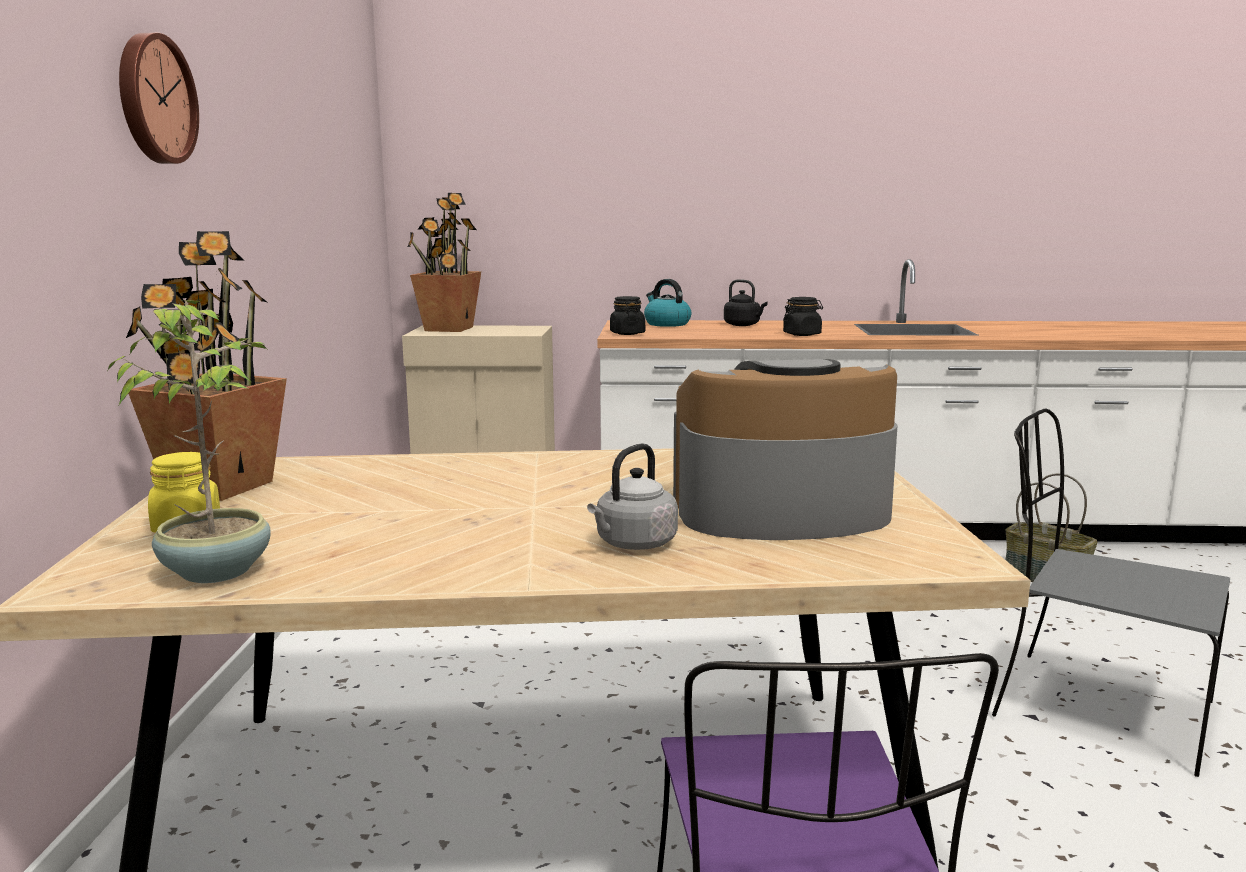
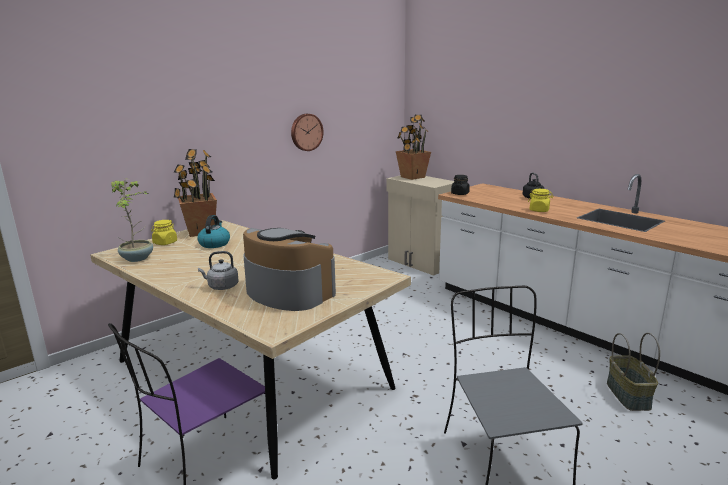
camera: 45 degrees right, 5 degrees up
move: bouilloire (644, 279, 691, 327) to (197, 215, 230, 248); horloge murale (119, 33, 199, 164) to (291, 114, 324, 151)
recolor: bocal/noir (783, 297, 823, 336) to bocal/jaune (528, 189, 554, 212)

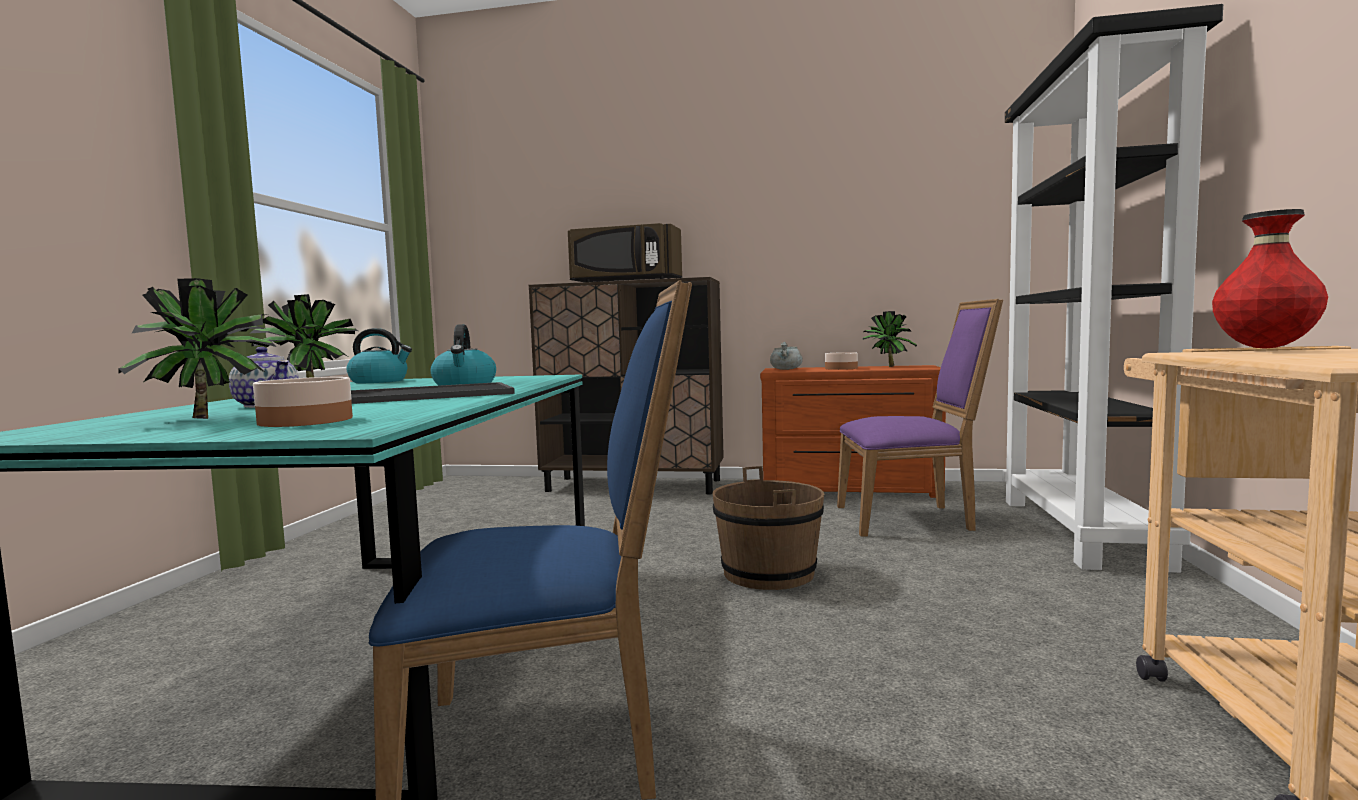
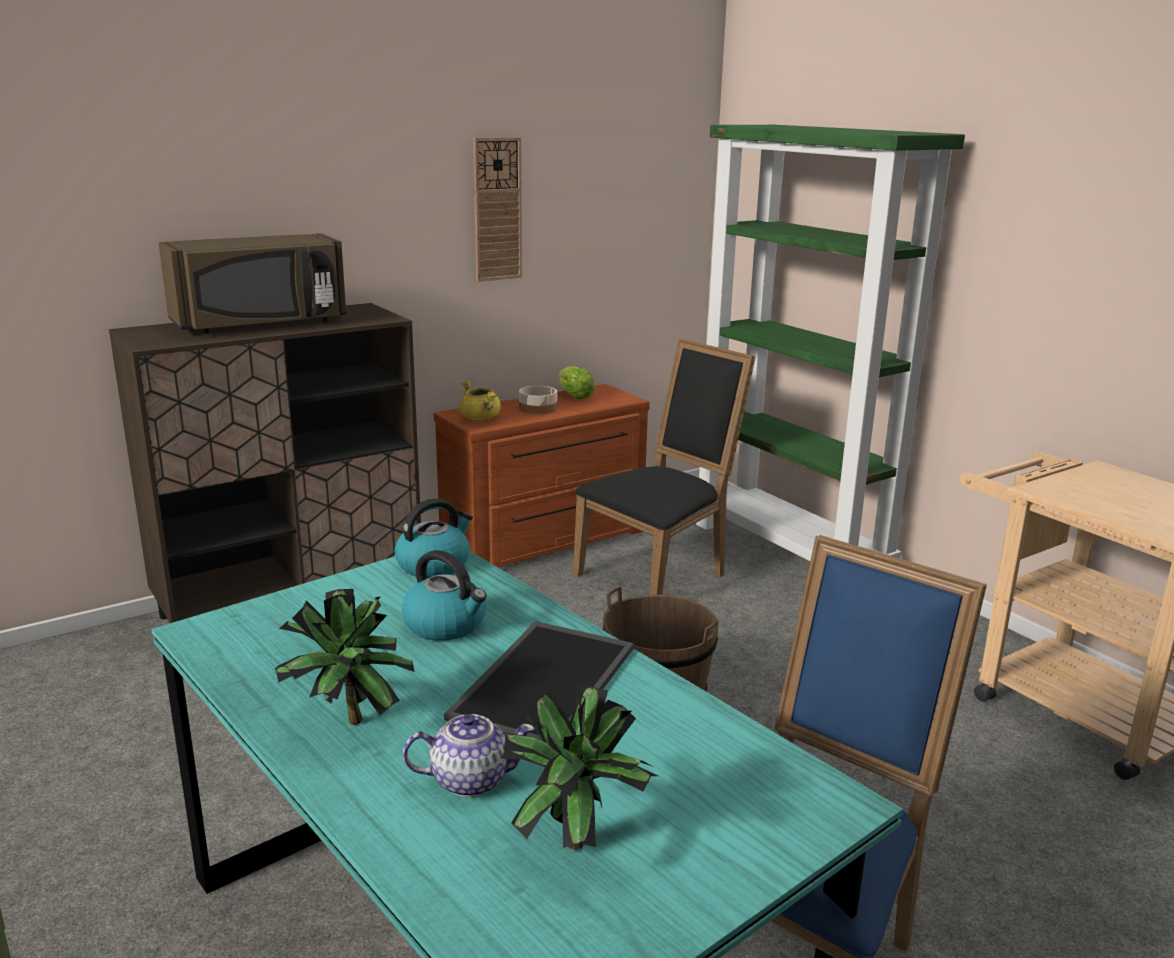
camera: 45 degrees left, 15 degrees up
delete: bol (253, 377, 353, 427); vase/rouge (1212, 209, 1328, 349)
insert: horloge murale (473, 137, 522, 282)
move: bouilloire (347, 328, 412, 383) to (395, 498, 473, 578)
replace: plante en pot (863, 311, 917, 367) to laitue (558, 366, 595, 399)
recolor: marmite/gris (770, 342, 803, 370) to marmite/jaune (460, 381, 501, 420); chaise/violet (837, 299, 1003, 537) to chaise/noir (573, 339, 756, 595); bibliothèque/noir (1002, 4, 1223, 573) to bibliothèque/vert (696, 125, 965, 561)

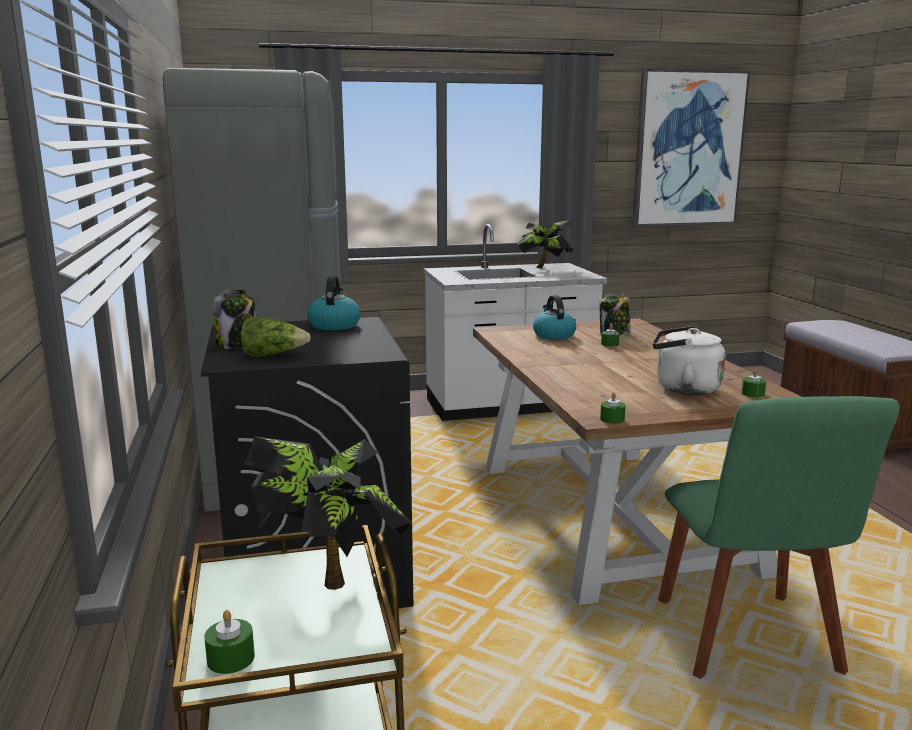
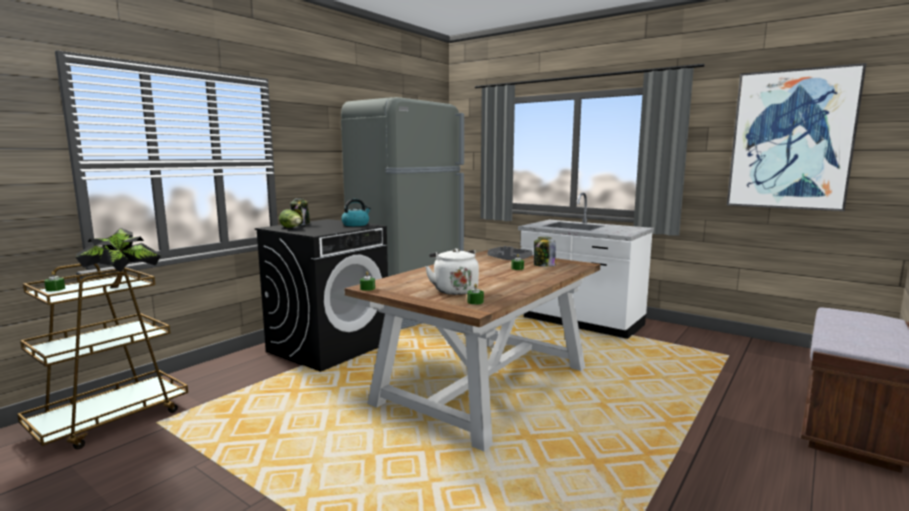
camera: 50 degrees right, 5 degrees down
delete: plante en pot (518, 220, 574, 268); chaise/vert (658, 396, 900, 679)
replace: bouilloire (533, 295, 576, 340) to plateau/gris (488, 246, 533, 260)

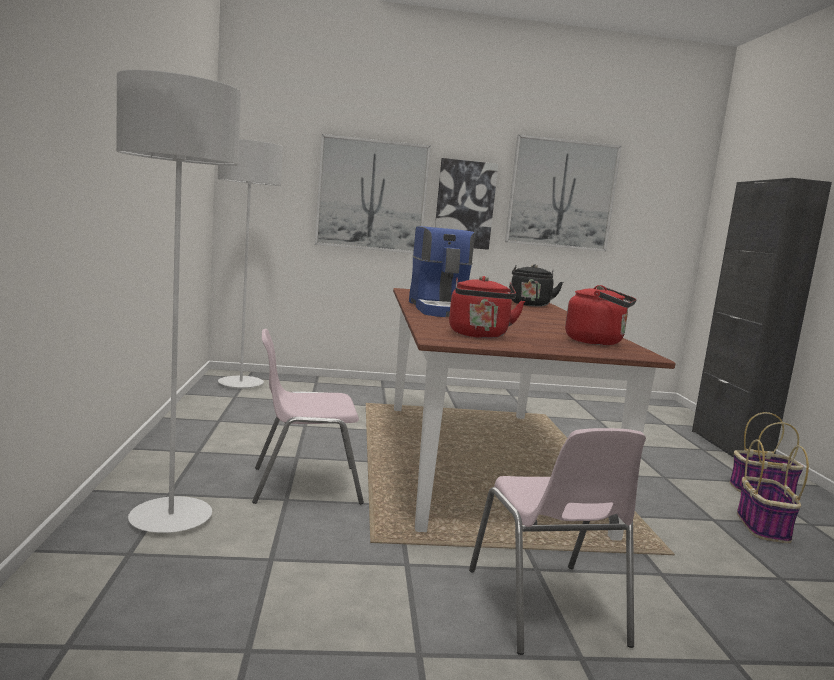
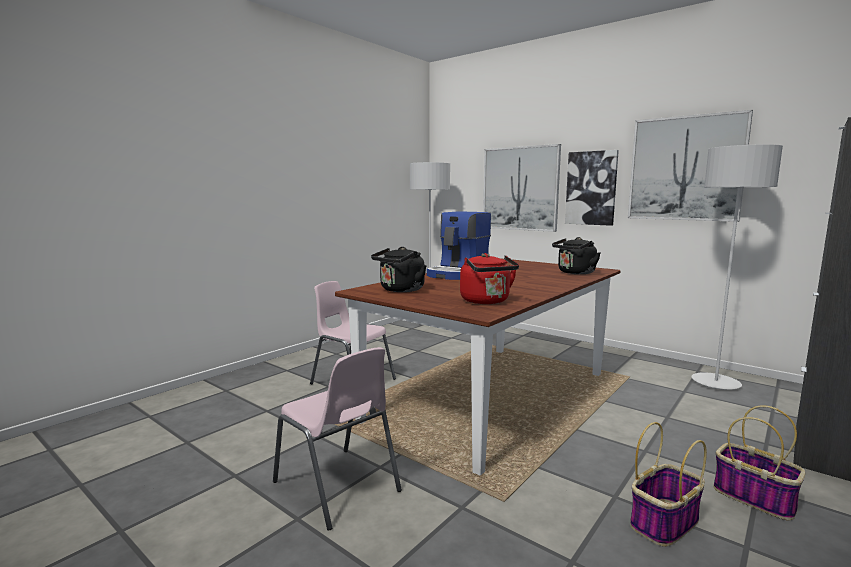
camera: 45 degrees right, 0 degrees up
move: lampadaire/gris (116, 70, 241, 533) to (692, 144, 783, 390)
recolor: bouilloire/rouge (449, 276, 525, 338) to bouilloire/noir (371, 247, 426, 292)
rotate: chaise/rose (469, 428, 646, 655) = (273, 347, 402, 531) 75 degrees counterclockwise

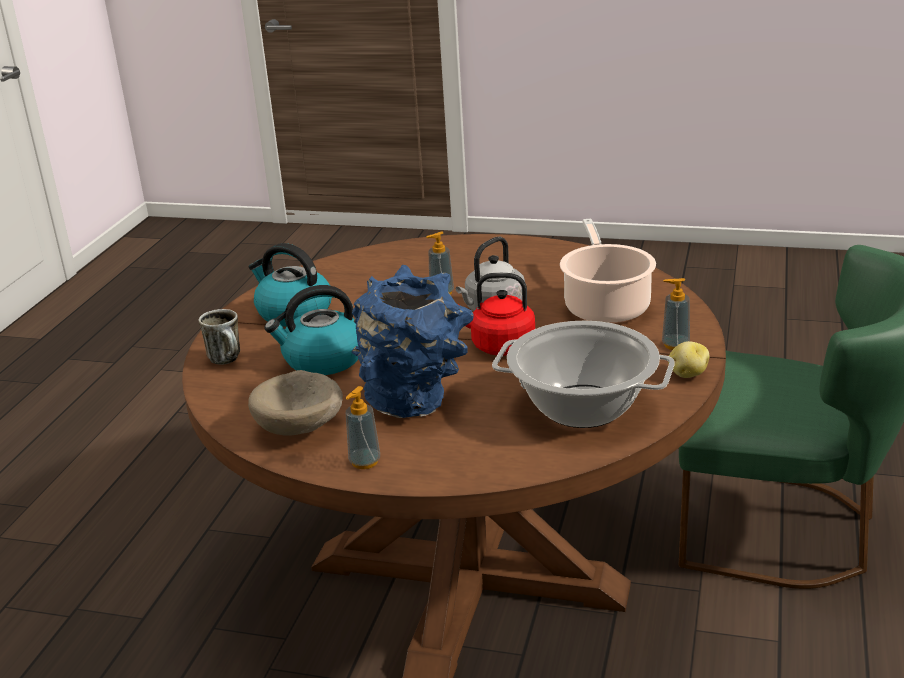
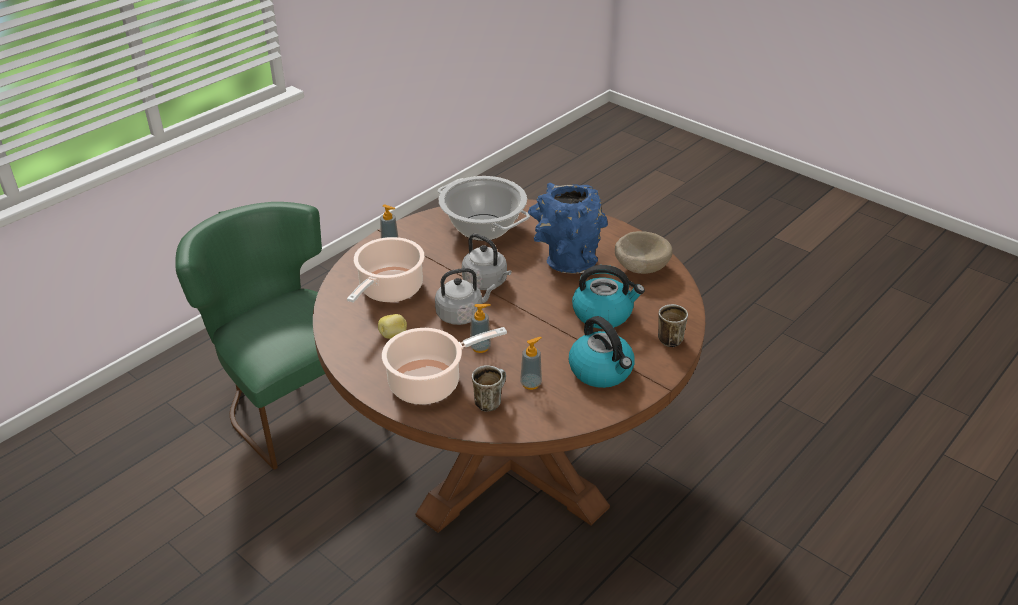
camera: 155 degrees left, 10 degrees up
insert: marmite (382, 327, 507, 405); mug (472, 365, 506, 412)
move: pomme de terre (668, 341, 709, 378) to (378, 314, 407, 339); distributeur de savon (346, 386, 380, 469) to (520, 337, 542, 390)
recolor: bouilloire/rouge (466, 273, 535, 356) to bouilloire/gris (462, 234, 511, 290)

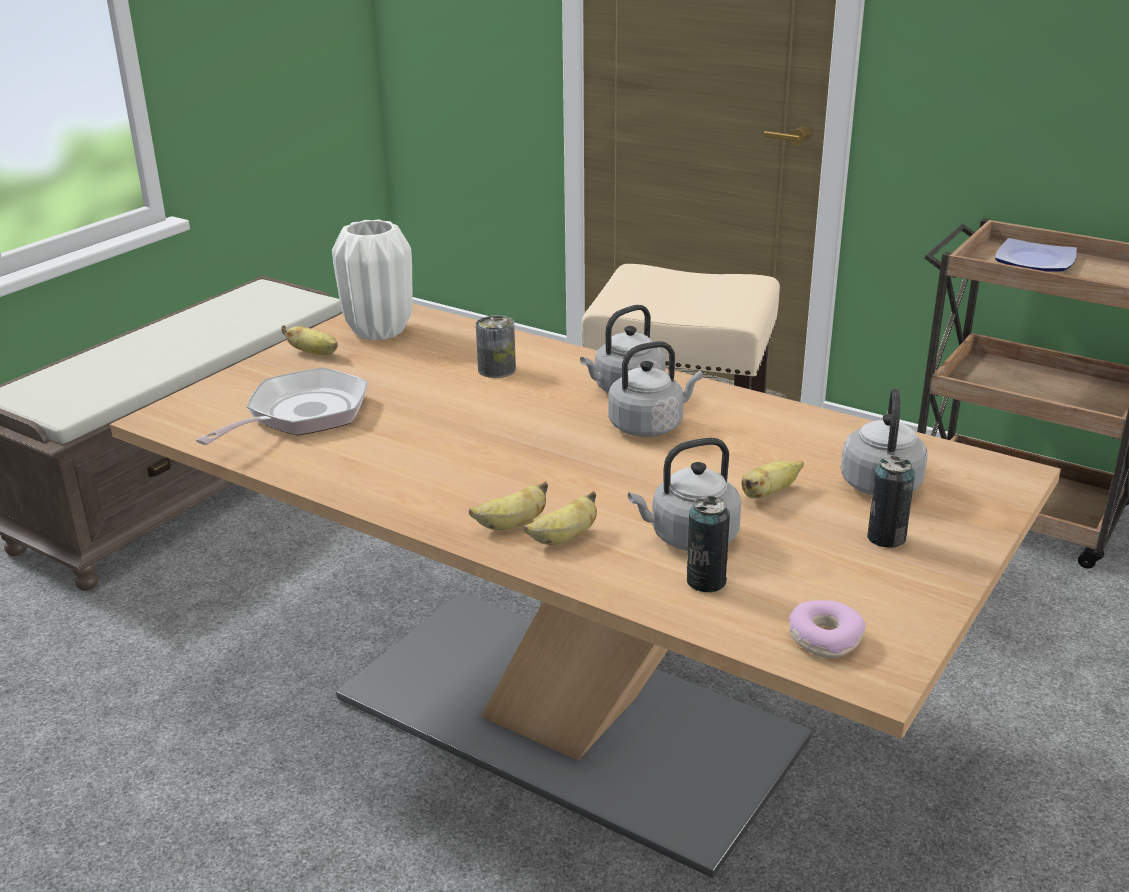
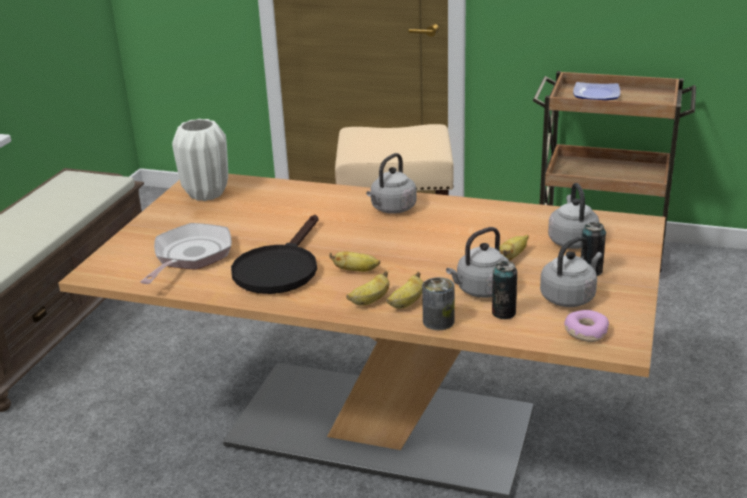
camera: 15 degrees left, 0 degrees up
insert: poêle/noir (231, 215, 318, 294)
move: banane (282, 325, 338, 356) to (329, 251, 380, 272); boîte métallique (476, 316, 516, 378) to (422, 277, 455, 330); bouilloire/gris (609, 341, 703, 437) to (540, 236, 602, 307)

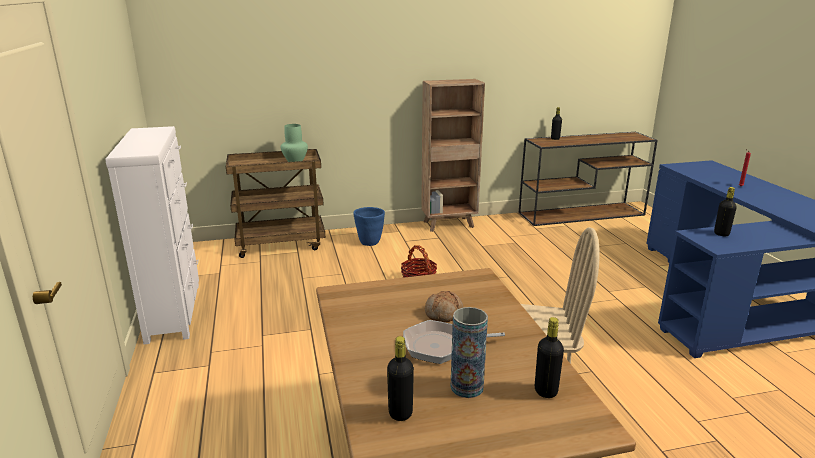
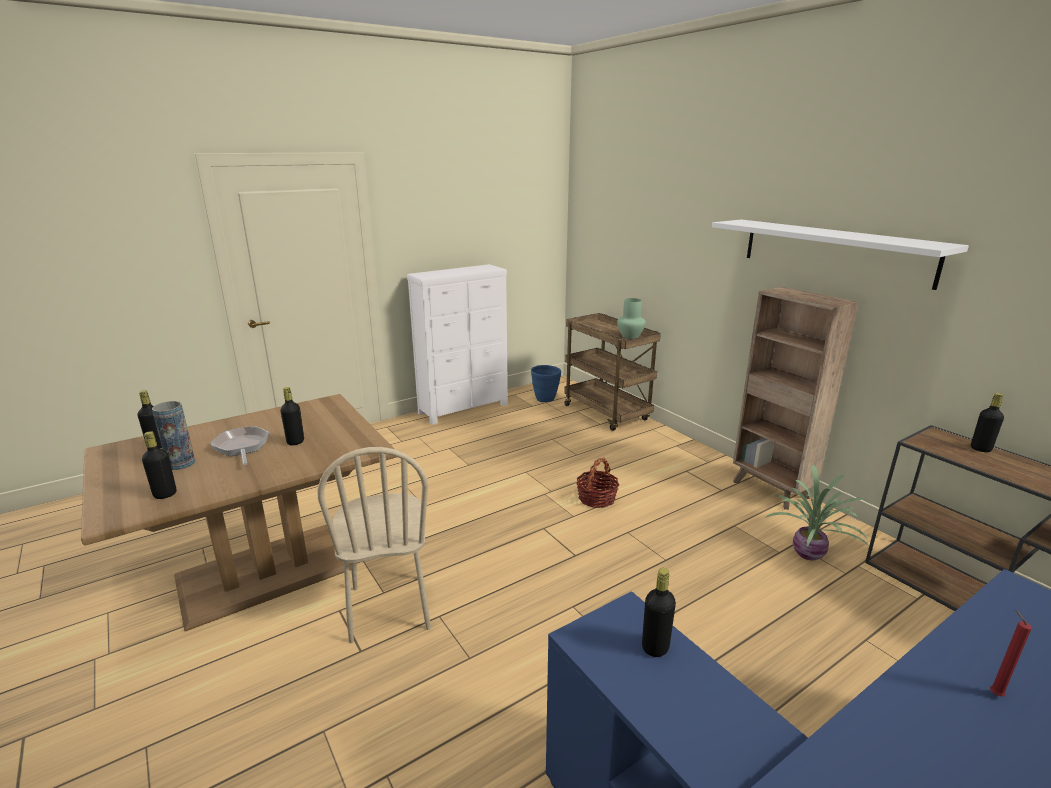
camera: 70 degrees right, 0 degrees up
insert: étagère/blanc (712, 219, 969, 290); plante en pot (765, 465, 869, 561)
move: cache-pot/bleu (354, 207, 385, 246) to (531, 365, 561, 402)
replace: pain (425, 291, 463, 323) to bouteille/noir (280, 387, 304, 445)

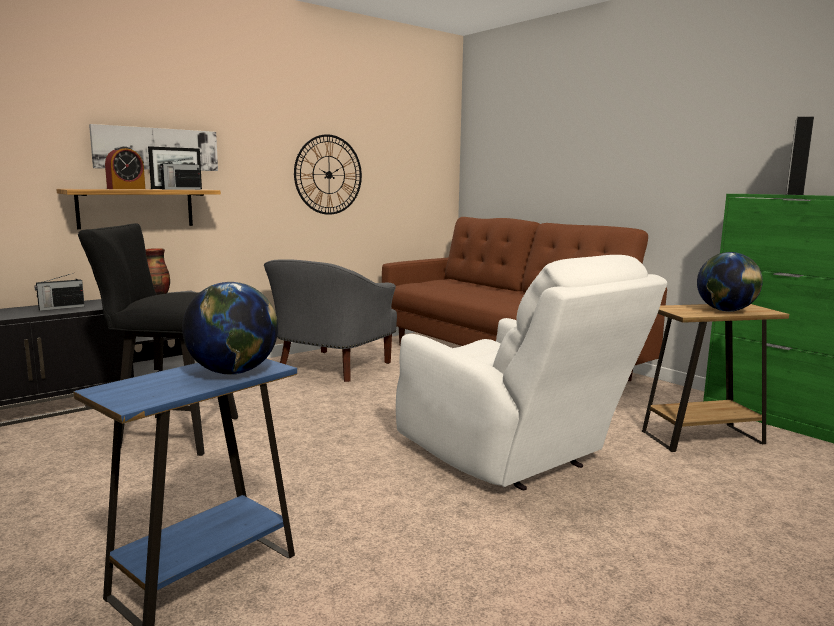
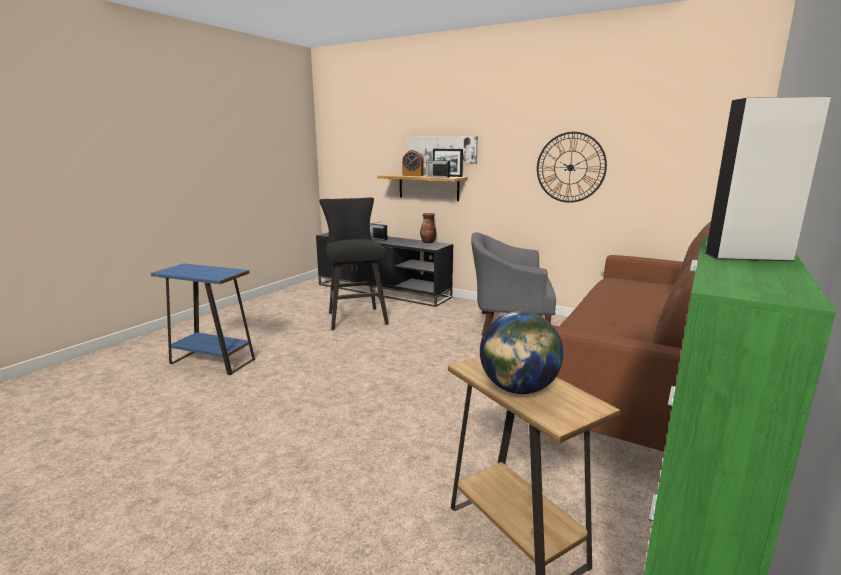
camera: 70 degrees right, 5 degrees up
delete: globe (182, 282, 278, 375); fauteuil/blanc (396, 255, 667, 490)

